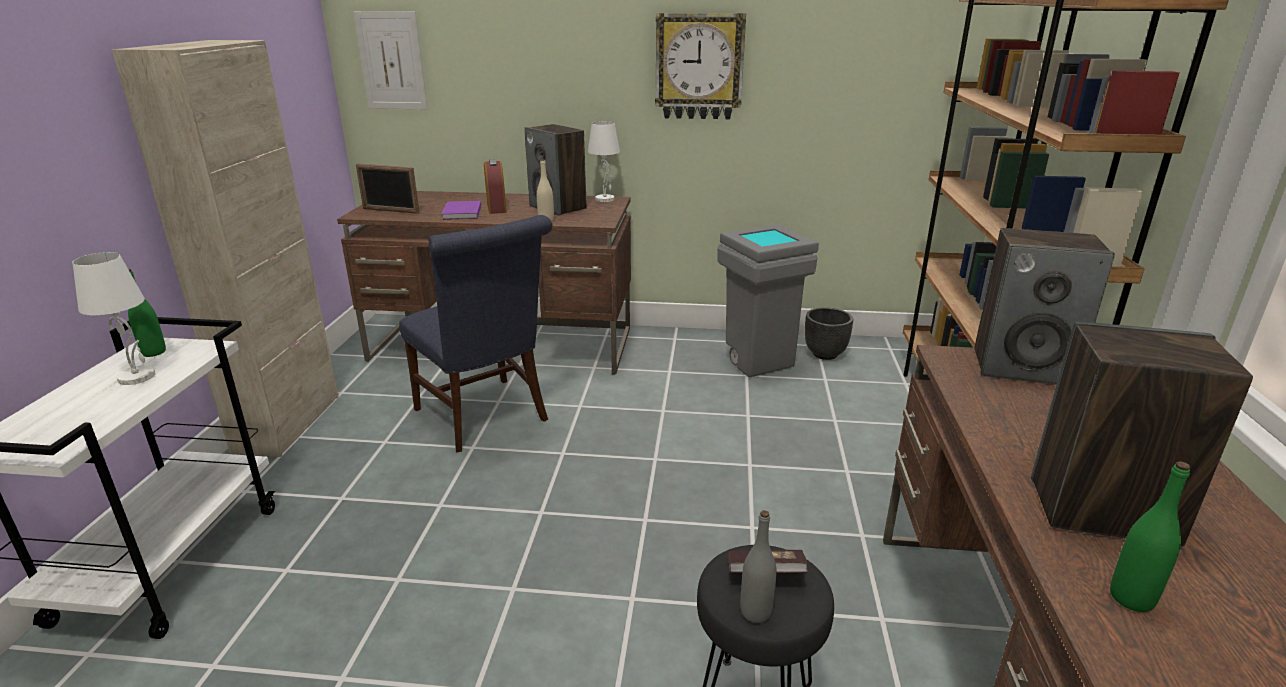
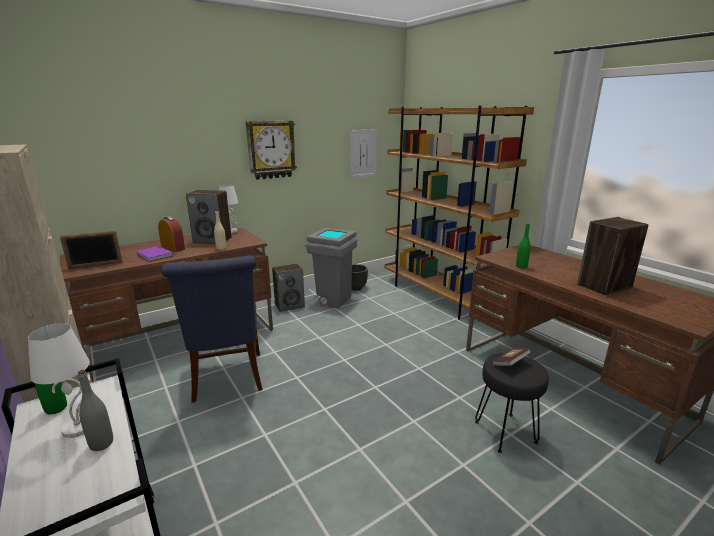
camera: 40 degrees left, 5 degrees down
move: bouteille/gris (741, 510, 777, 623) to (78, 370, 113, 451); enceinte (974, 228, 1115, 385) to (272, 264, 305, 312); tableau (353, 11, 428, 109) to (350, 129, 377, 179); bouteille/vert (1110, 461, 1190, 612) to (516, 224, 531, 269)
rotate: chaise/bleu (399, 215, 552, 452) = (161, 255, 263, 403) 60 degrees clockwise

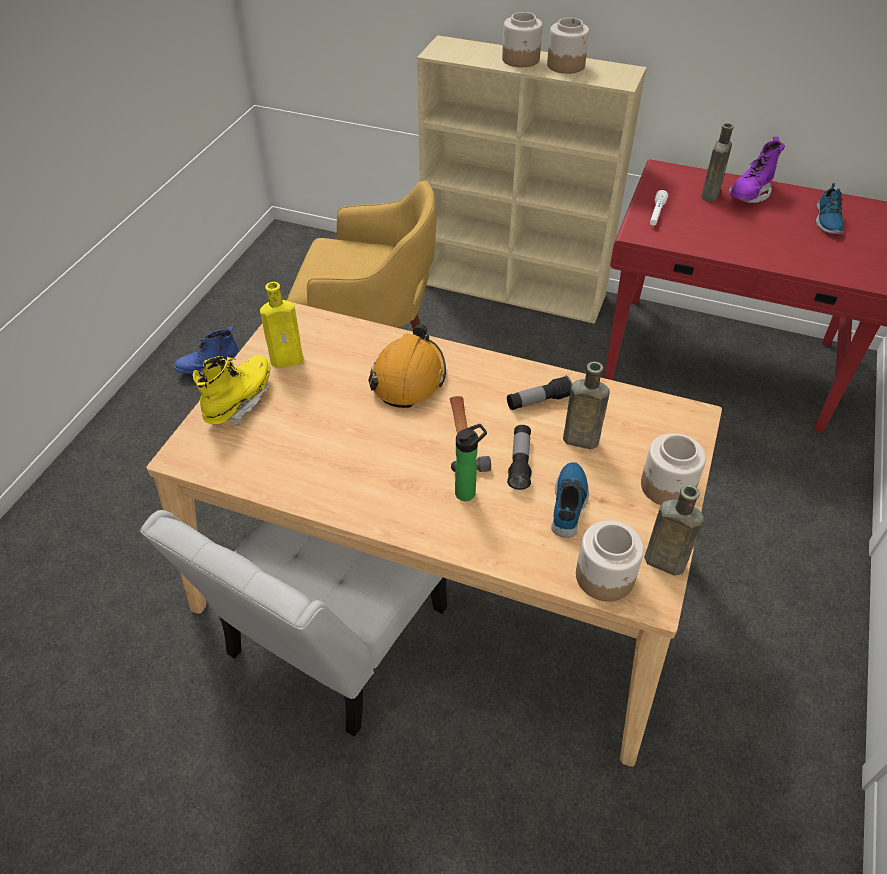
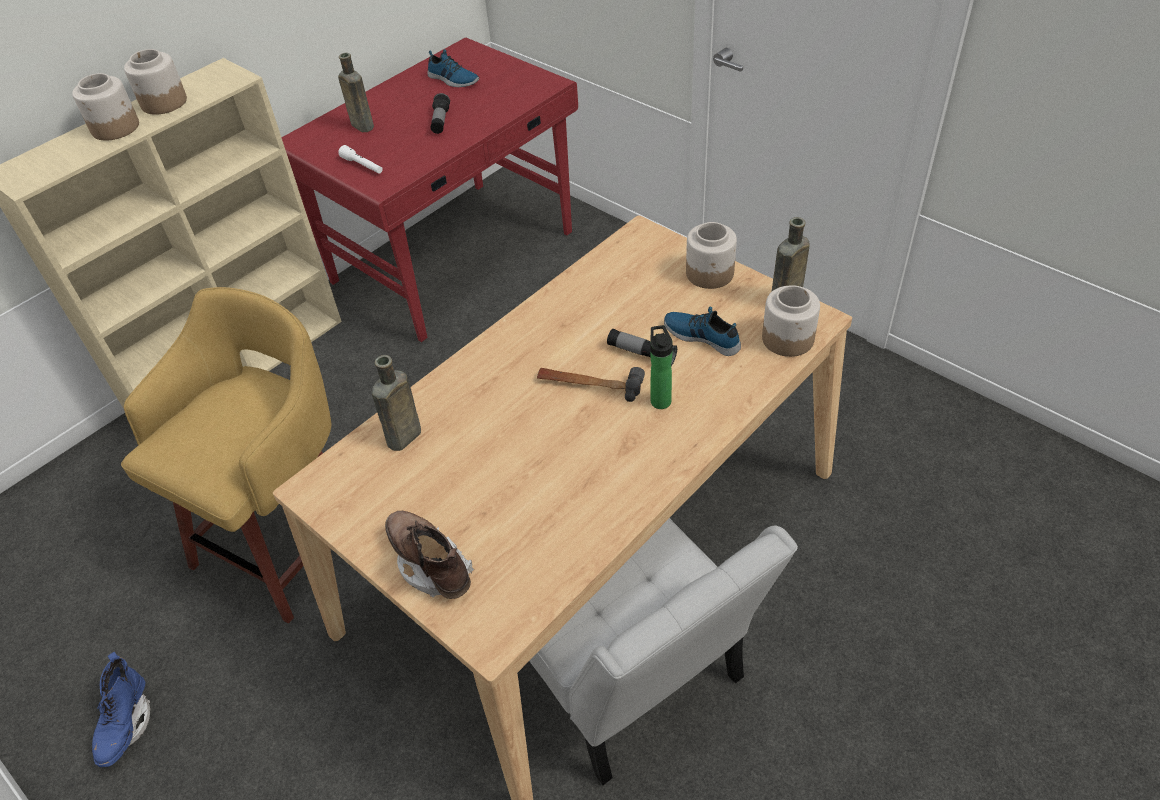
camera: 65 degrees left, 0 degrees up
delete: bouteille/jaune (260, 282, 303, 368); casque de chantier/orange (368, 324, 446, 408); botte/violet (729, 137, 785, 203)
move: bouteille/marron (563, 362, 610, 449) to (372, 355, 421, 451); lampe de poche (507, 376, 572, 410) to (430, 93, 450, 134)
recolor: botte/jaune (193, 355, 270, 426) to botte/marron (385, 511, 474, 599)

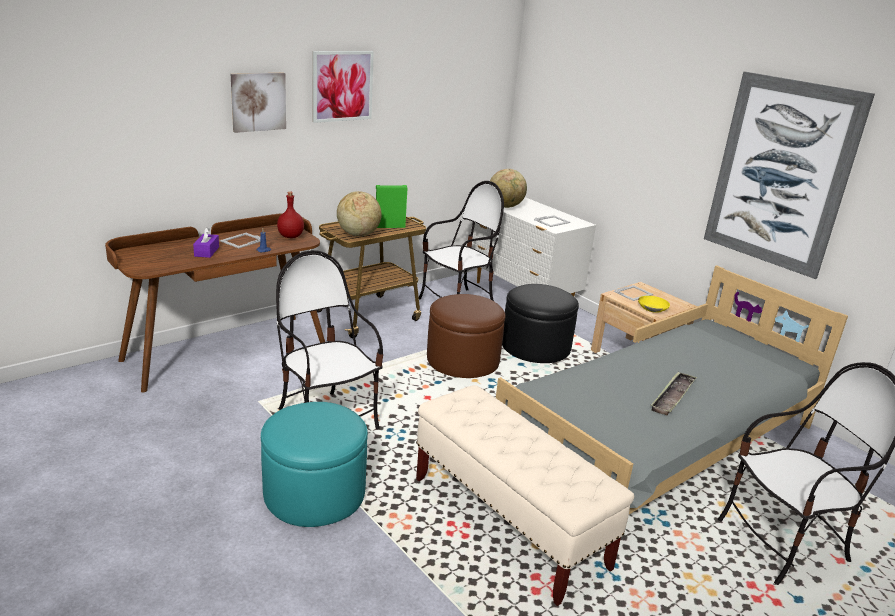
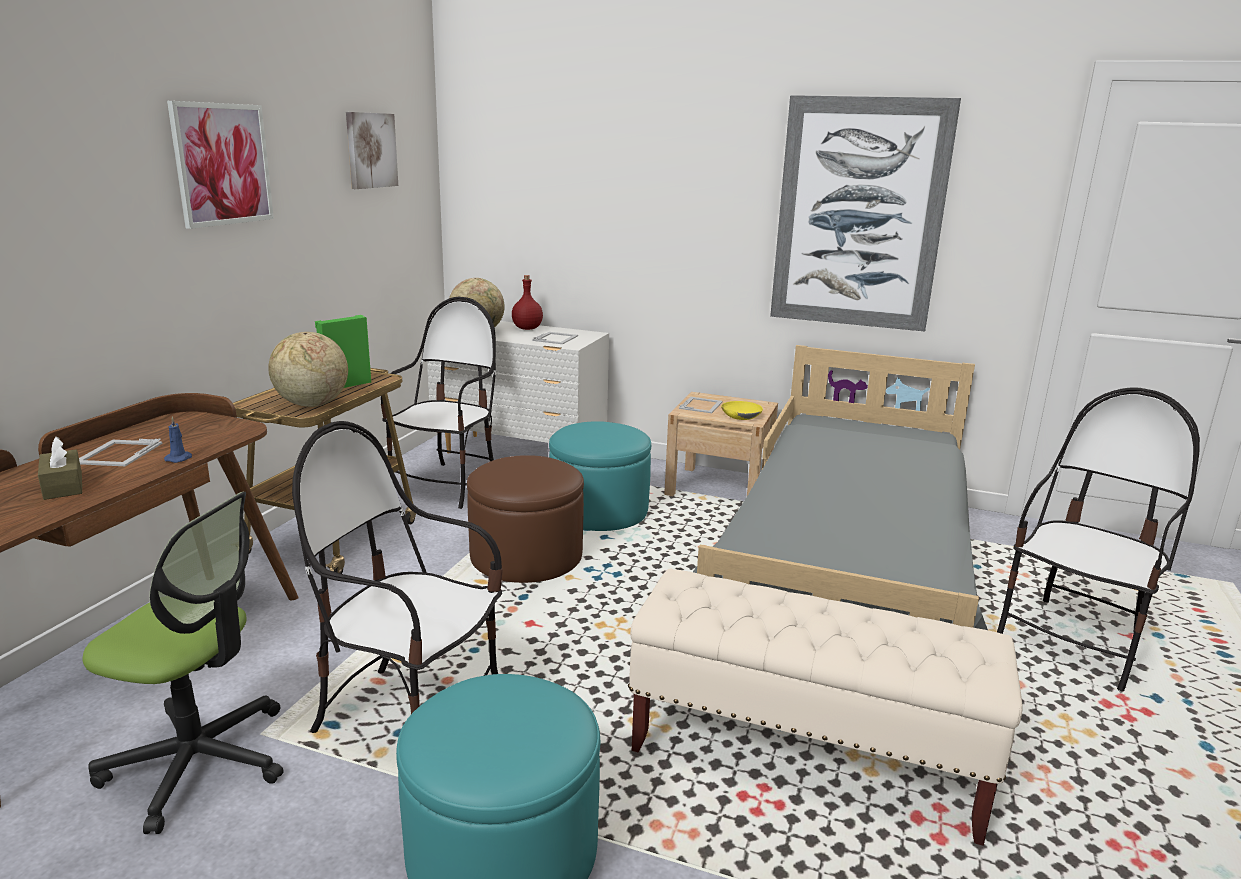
camera: 30 degrees left, 5 degrees down
delete: plateau (650, 371, 697, 415)
insert: chaise de bureau (82, 492, 284, 834)
move: tableau (231, 73, 286, 133) to (346, 112, 398, 189); bouteille/rouge (277, 192, 304, 238) to (512, 275, 543, 330)
recolor: boîte à mouchoirs/violet (193, 227, 219, 258) to boîte à mouchoirs/marron (38, 437, 82, 500); pouf/noir (502, 284, 579, 363) to pouf/turquoise (549, 421, 651, 531)

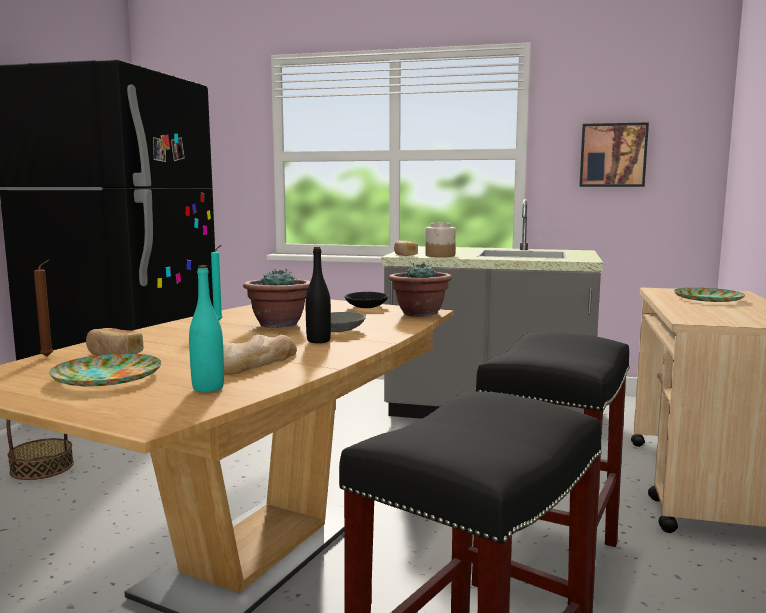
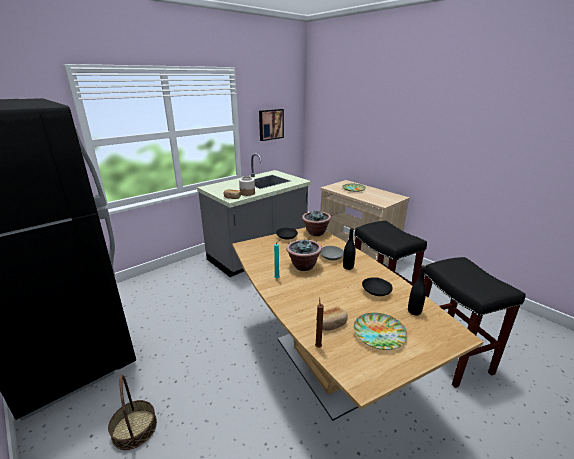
camera: 55 degrees left, 15 degrees up
replace: pain (223, 335, 297, 375) to bol/noir (362, 277, 393, 296)
recolor: bouteille/turquoise (189, 265, 224, 392) to bouteille/noir (408, 265, 426, 316)

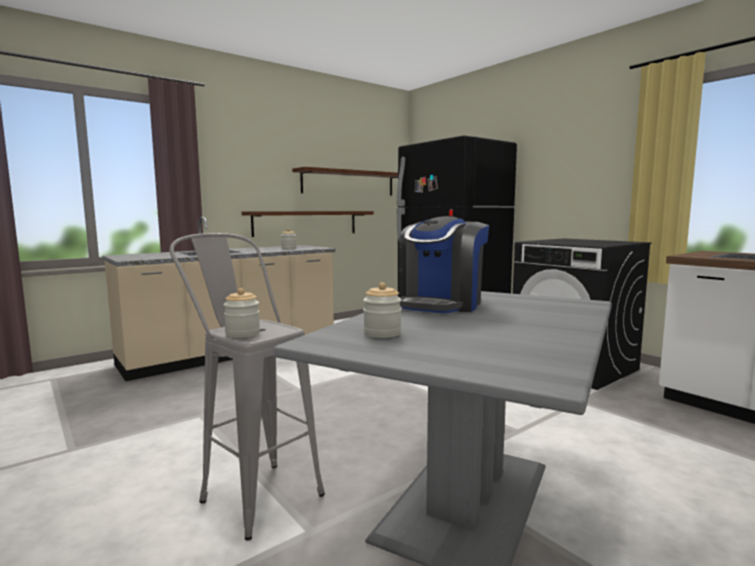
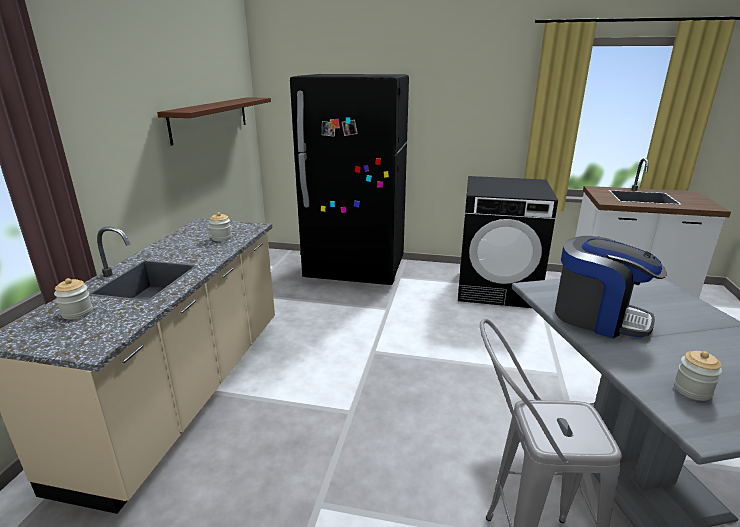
camera: 40 degrees left, 15 degrees up
delete: étagère/marron (242, 211, 374, 237)
move: bocal (223, 288, 260, 338) to (54, 278, 93, 320)
rotate: machine à café (399, 216, 489, 313) = (555, 236, 667, 338) 45 degrees counterclockwise

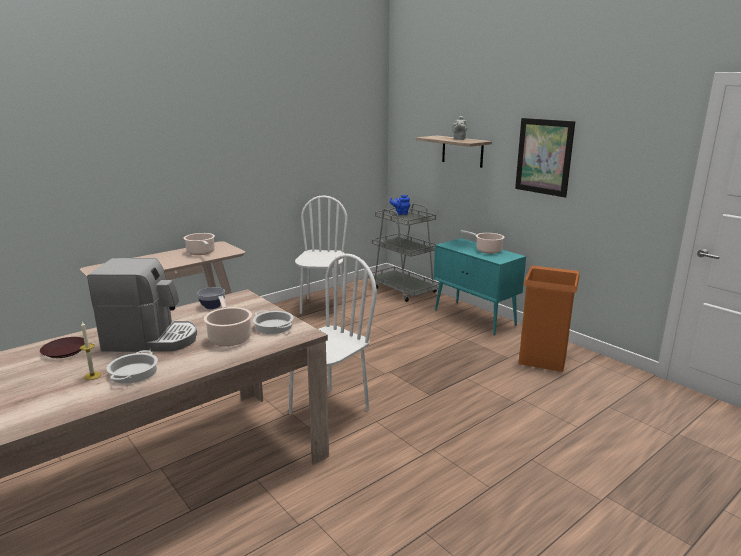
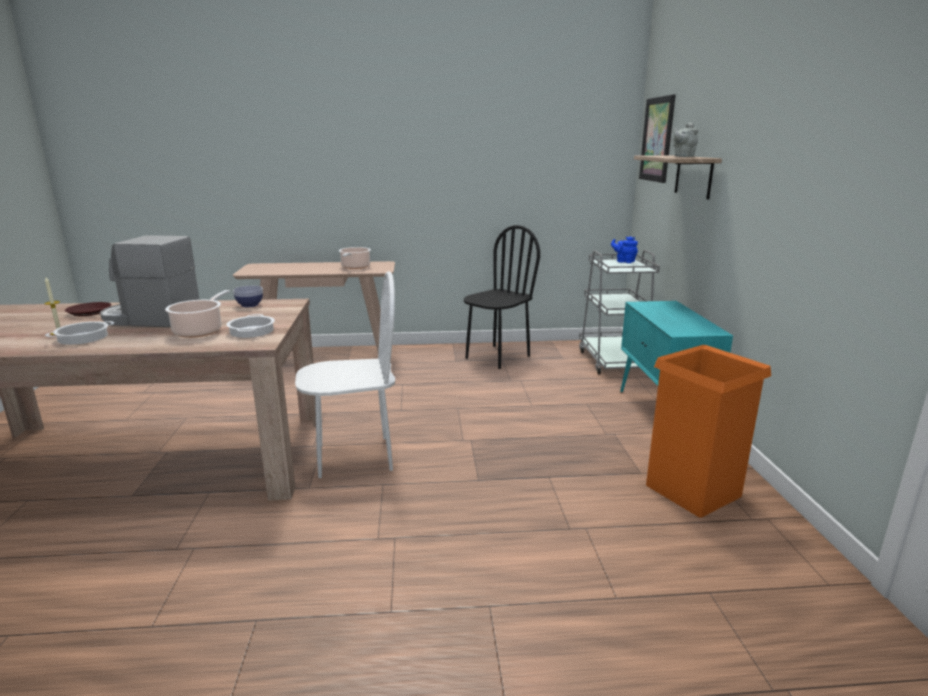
camera: 35 degrees right, 0 degrees up
delete: marmite (461, 230, 505, 254)
move: tableau (515, 118, 575, 198) to (639, 94, 676, 183)
recolor: chaise/blanc (295, 195, 348, 315) to chaise/noir (464, 225, 540, 369)
rotate: machine à café (87, 258, 197, 352) = (100, 235, 200, 327) 150 degrees clockwise

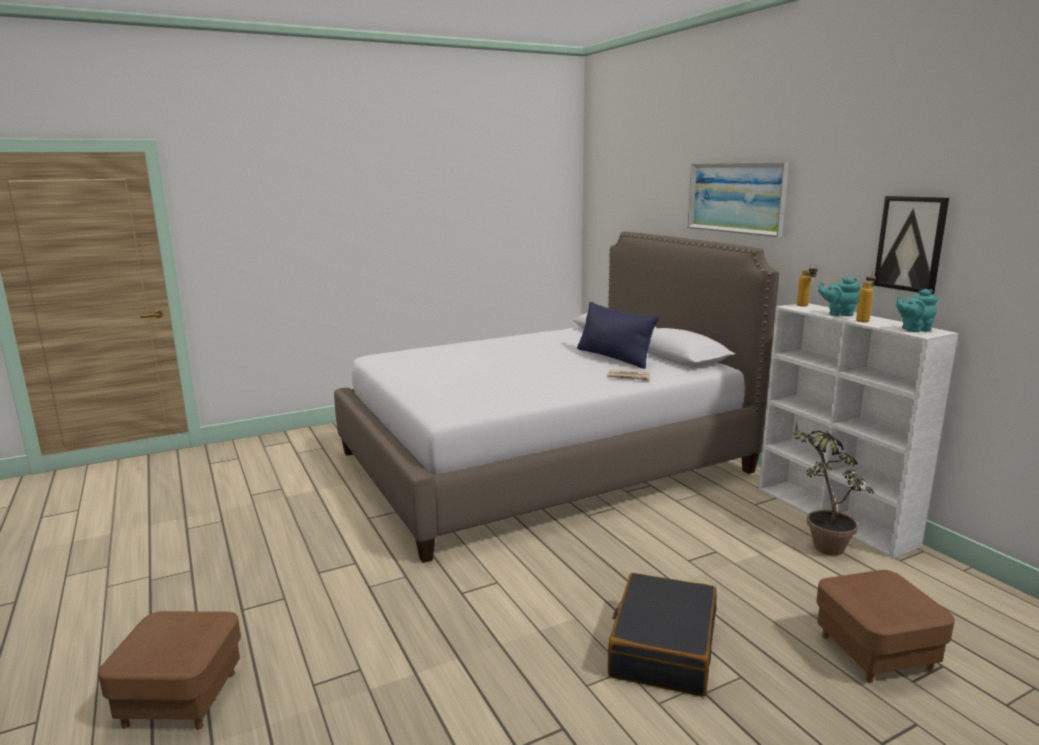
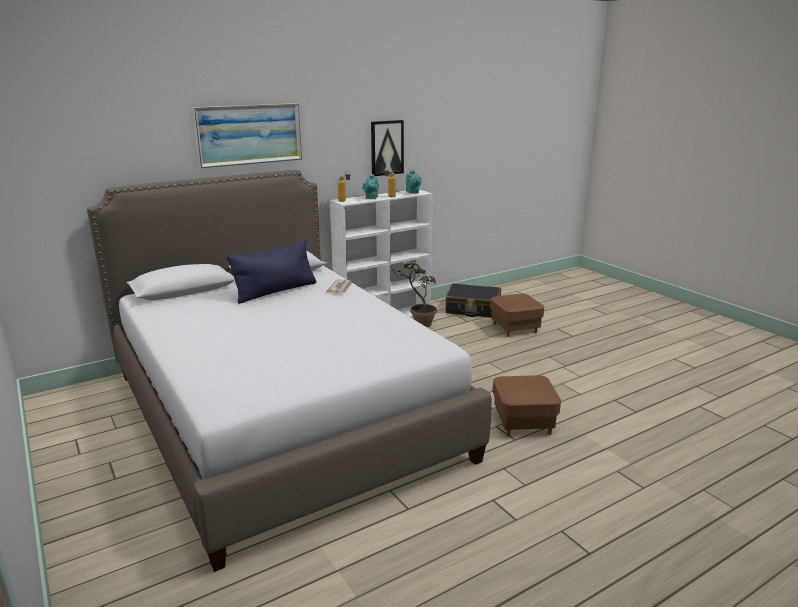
camera: 95 degrees left, 5 degrees up
move: valise/noir (608, 573, 717, 697) to (445, 283, 501, 318); pouf/marron (98, 611, 241, 730) to (493, 375, 561, 436)

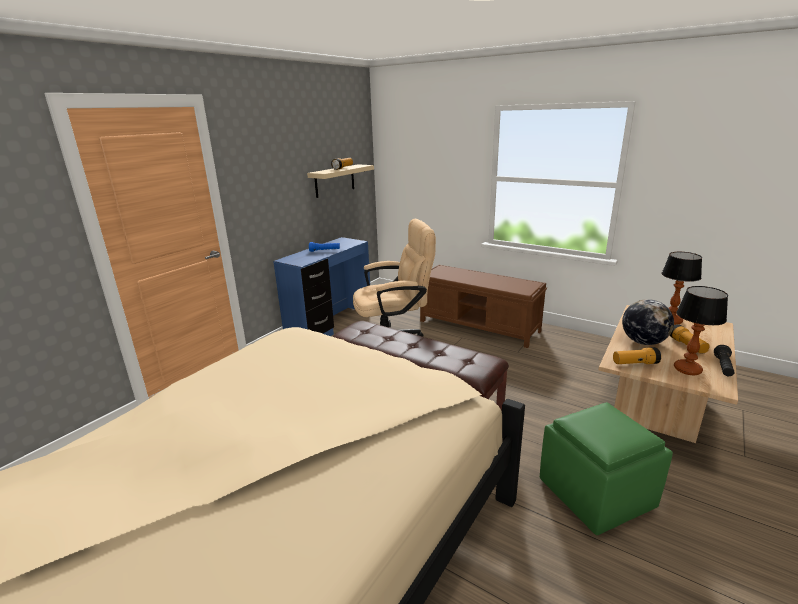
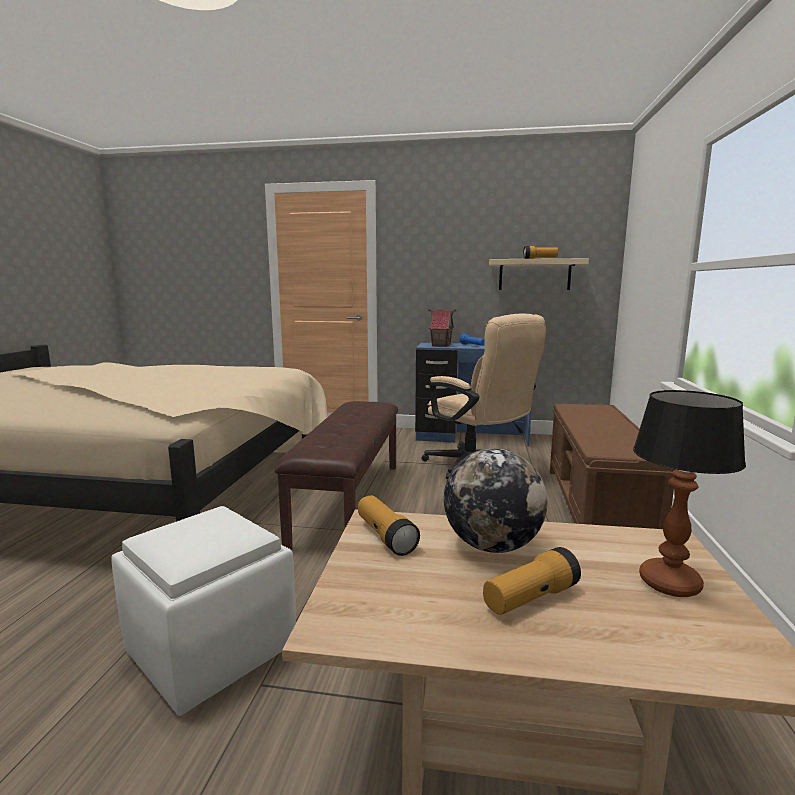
camera: 65 degrees right, 10 degrees down
delete: lampe de table (674, 286, 728, 375); lampe de poche/noir (714, 345, 734, 376)
insert: maison miniature (428, 309, 457, 347)
recolor: pouf/vert (540, 402, 673, 535) to pouf/blanc (111, 506, 296, 716)

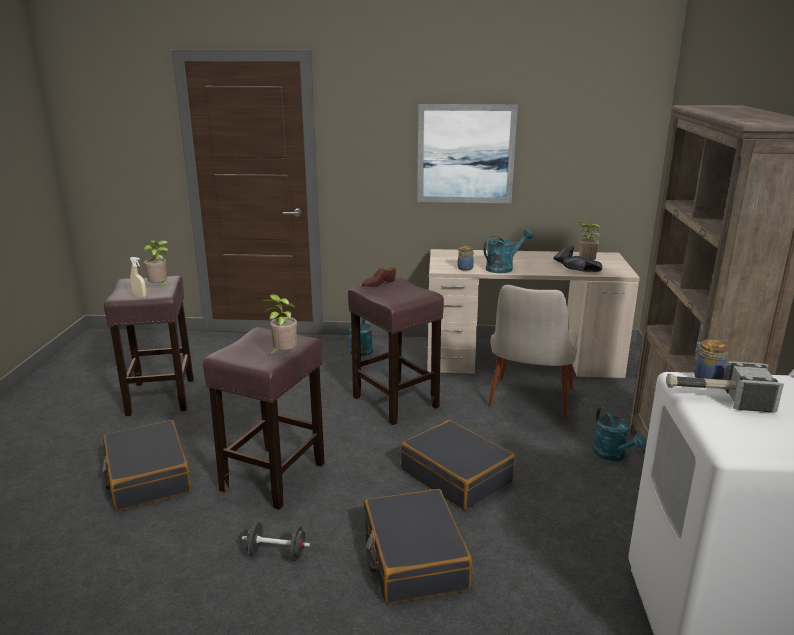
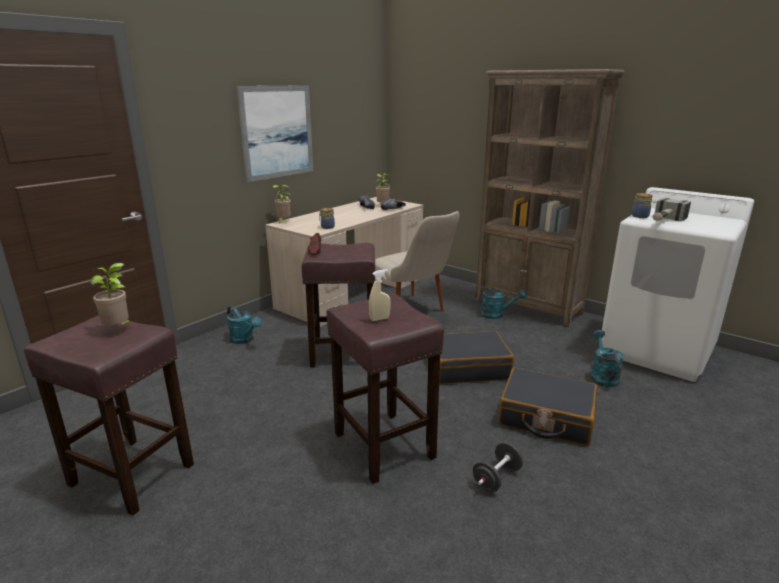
camera: 55 degrees left, 0 degrees up
delete: valise/noir (102, 420, 191, 511)
move: plante en pot (262, 294, 297, 355) to (272, 185, 291, 223); vaporisateur/beige (130, 257, 147, 298) to (369, 269, 391, 321); arrosoir/turquoise (483, 229, 533, 273) to (591, 330, 624, 387)

